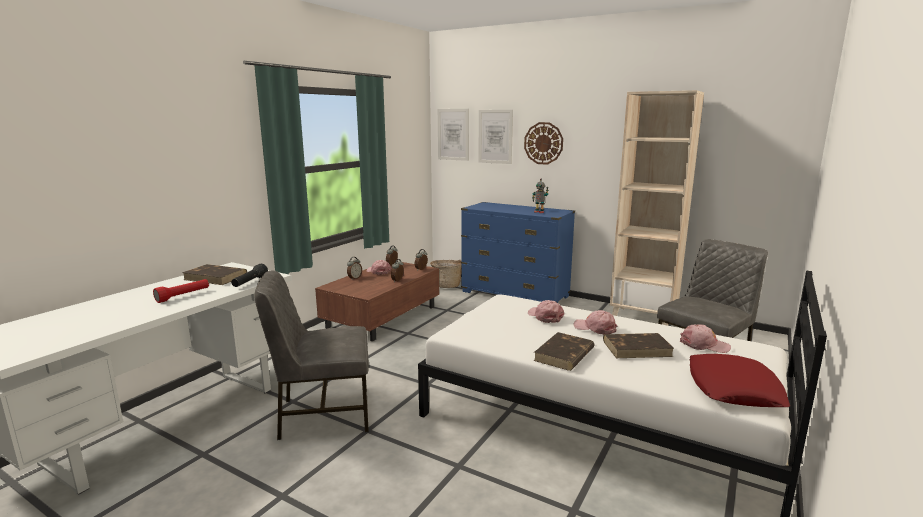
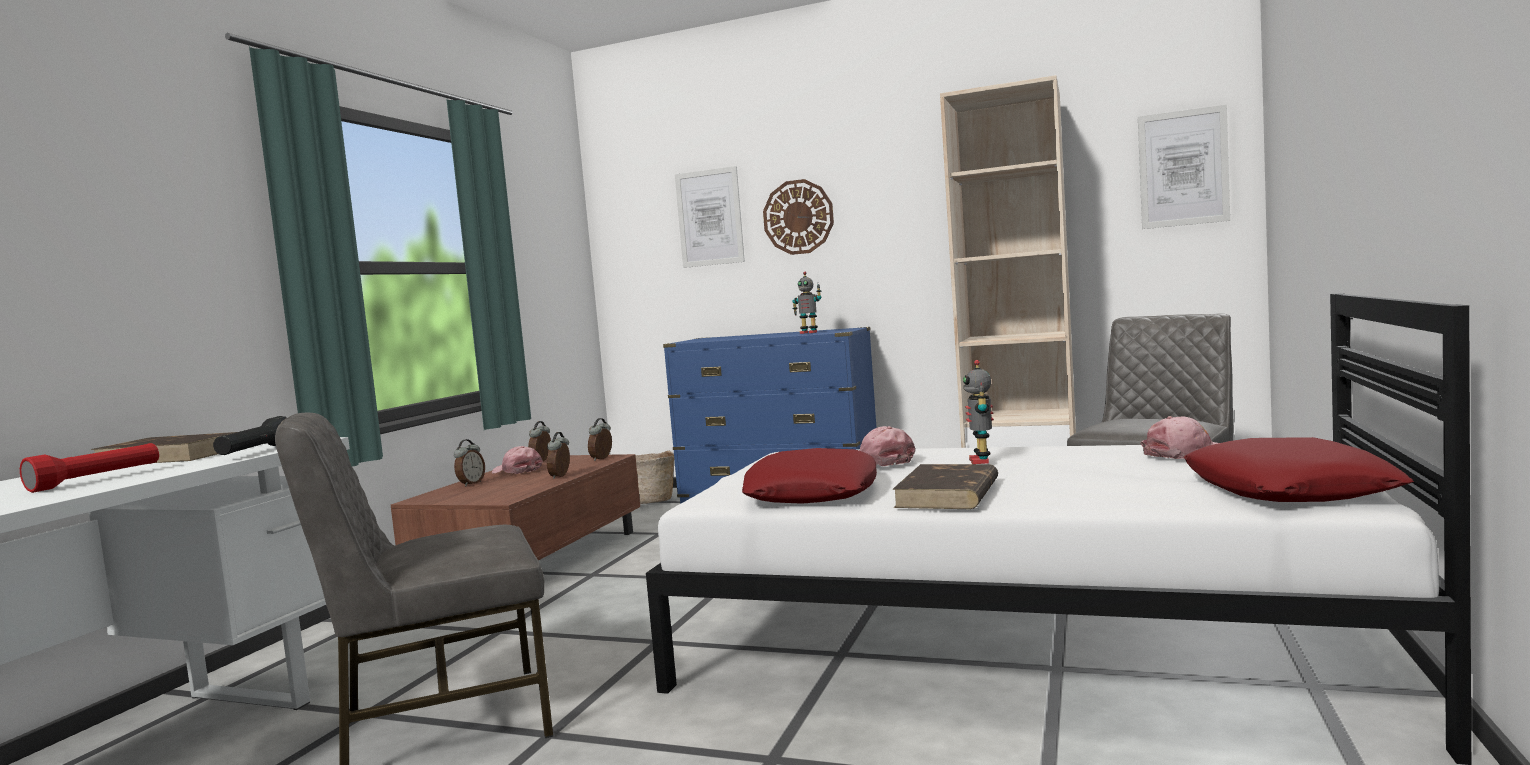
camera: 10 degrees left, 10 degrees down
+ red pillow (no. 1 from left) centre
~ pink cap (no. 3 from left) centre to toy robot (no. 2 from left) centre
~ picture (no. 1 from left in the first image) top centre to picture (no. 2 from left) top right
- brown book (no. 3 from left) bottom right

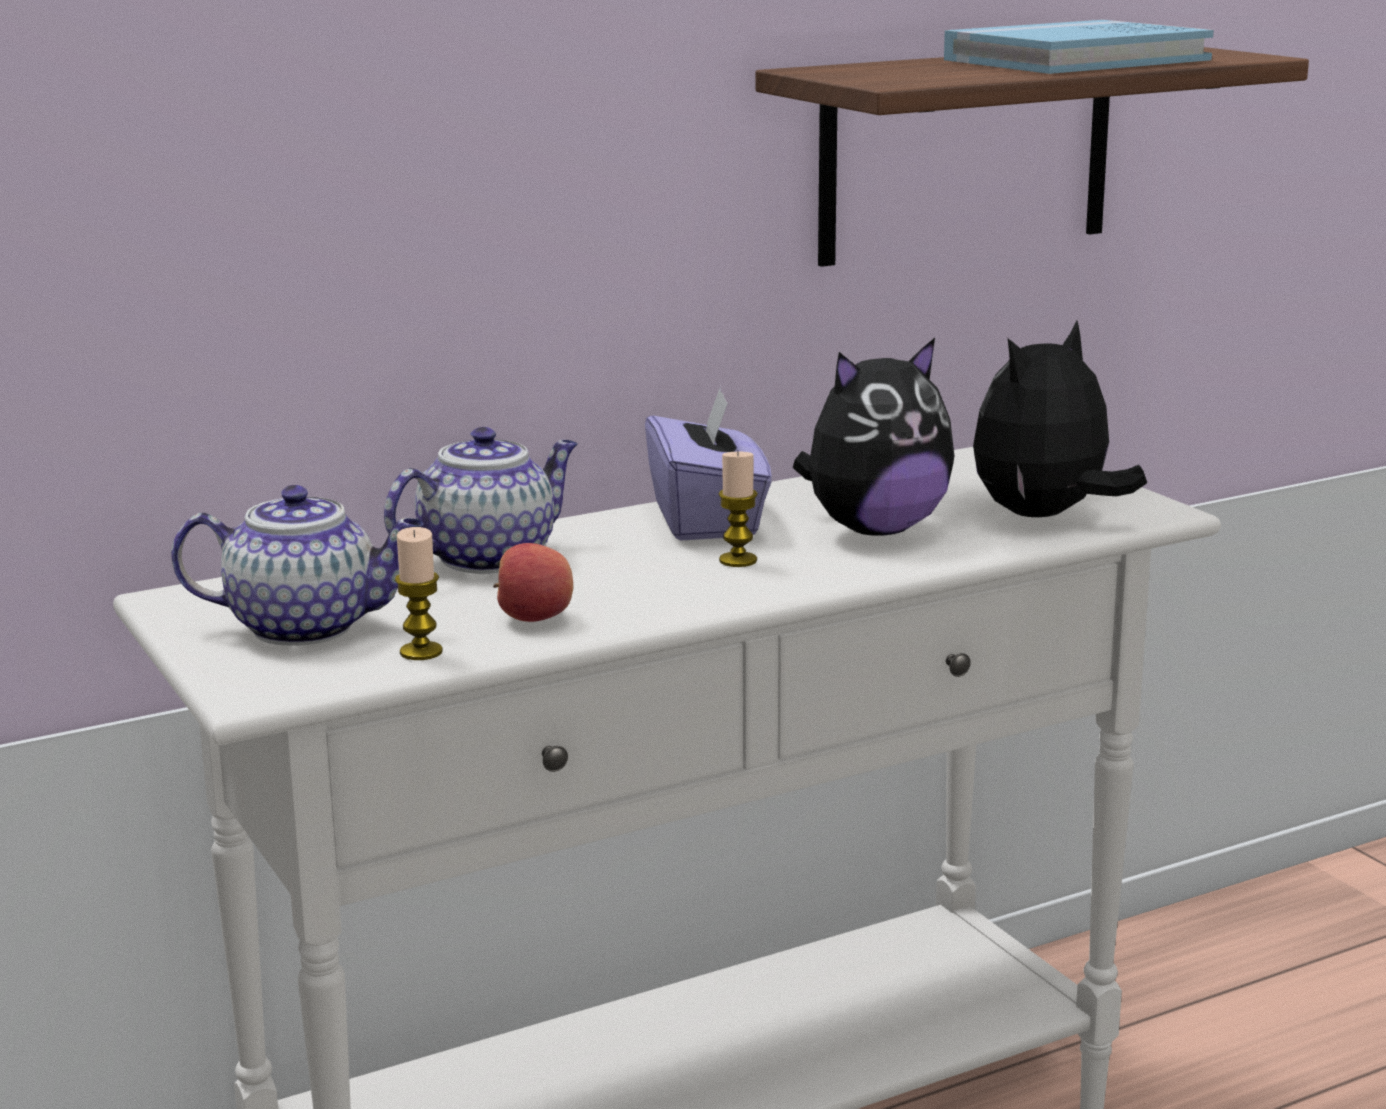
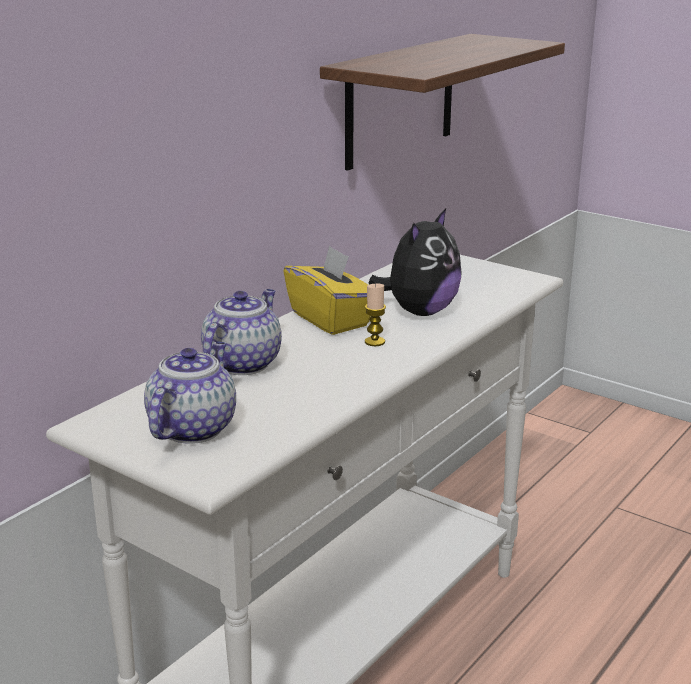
camera: 25 degrees left, 5 degrees up
~ teapot (no. 1 from left) middle left = middle left 45 degrees counterclockwise
~ purple tissue box centre to yellow tissue box centre
- candle (no. 1 from left) middle left
- apple centre
- blue book top right
- plush toy (no. 2 from left) middle right

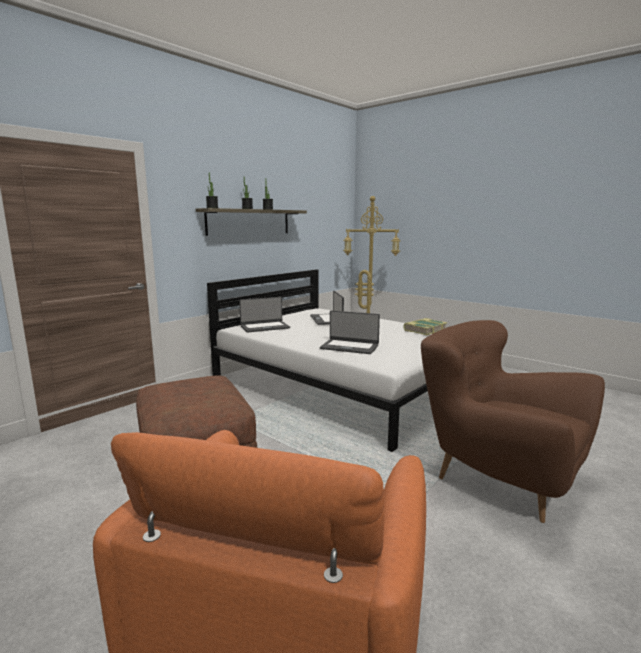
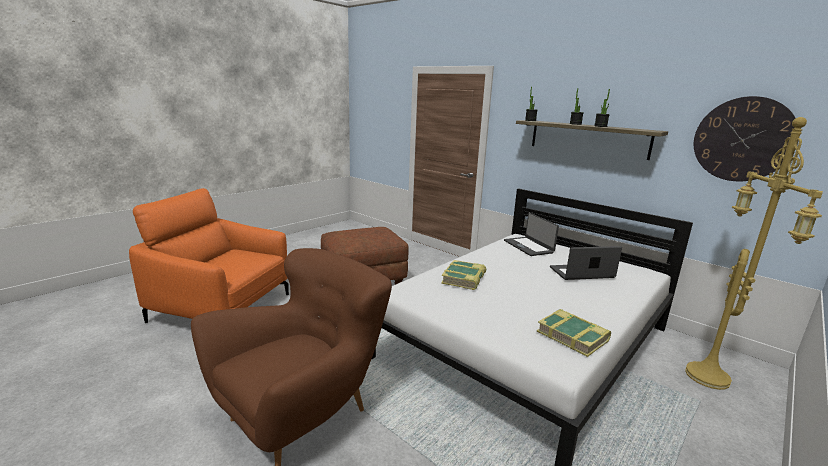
camera: 90 degrees right, 5 degrees up
~ laptop (no. 3 from left) centre to book (no. 1 from left) centre
+ wall clock top right

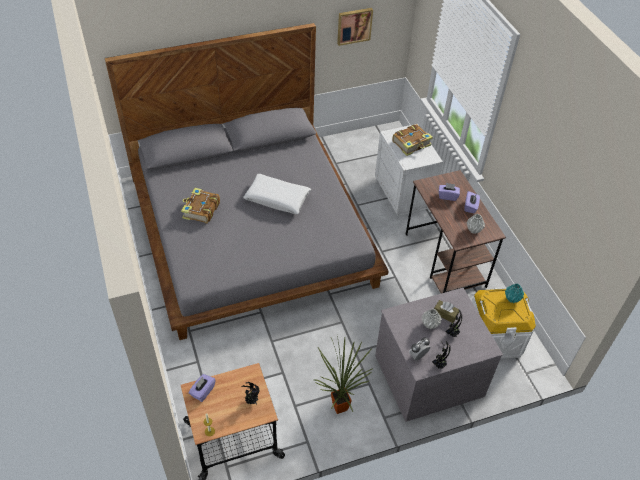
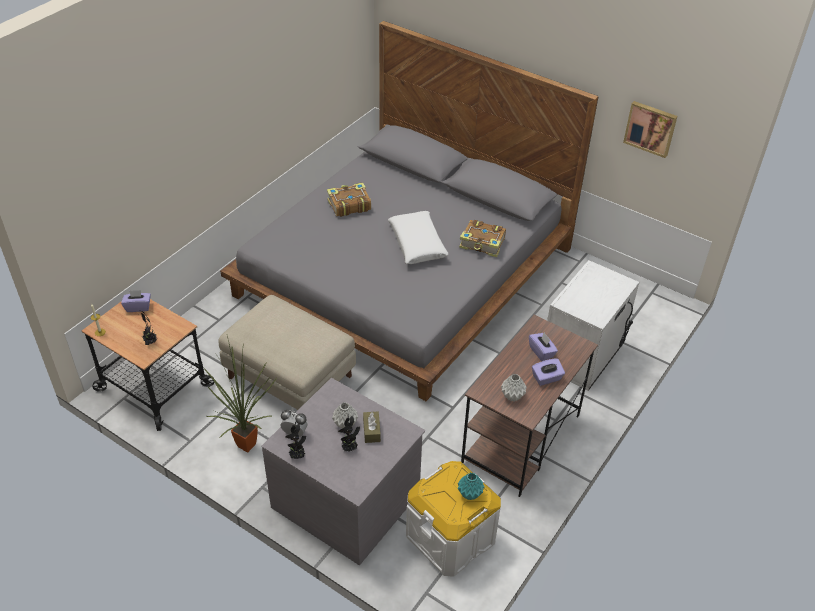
camera: 55 degrees right, 5 degrees down
+ beige ottoman centre
~ book (no. 2 from left) top centre to centre

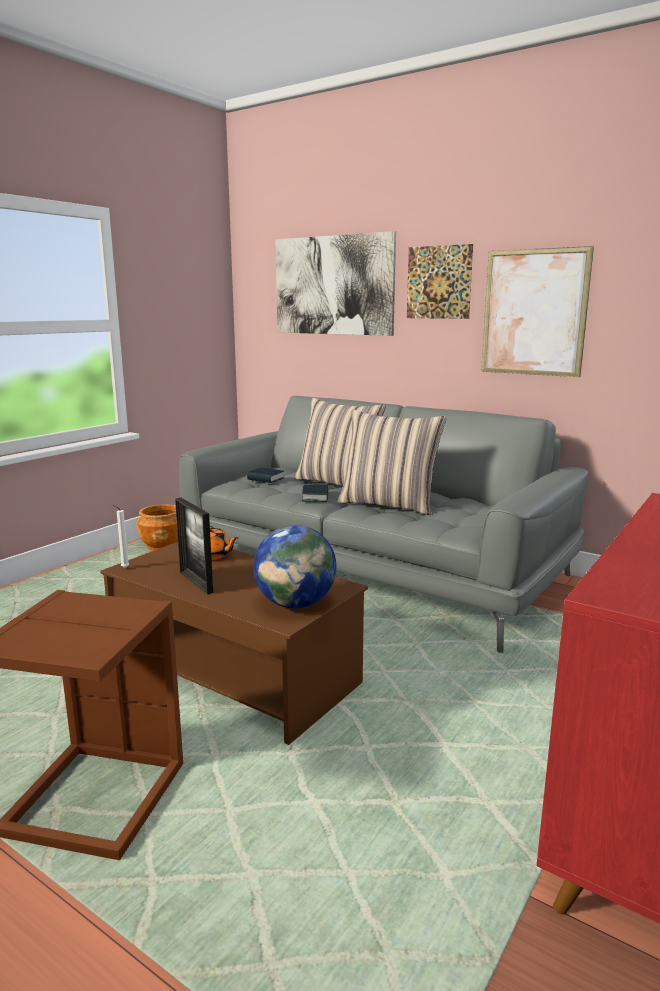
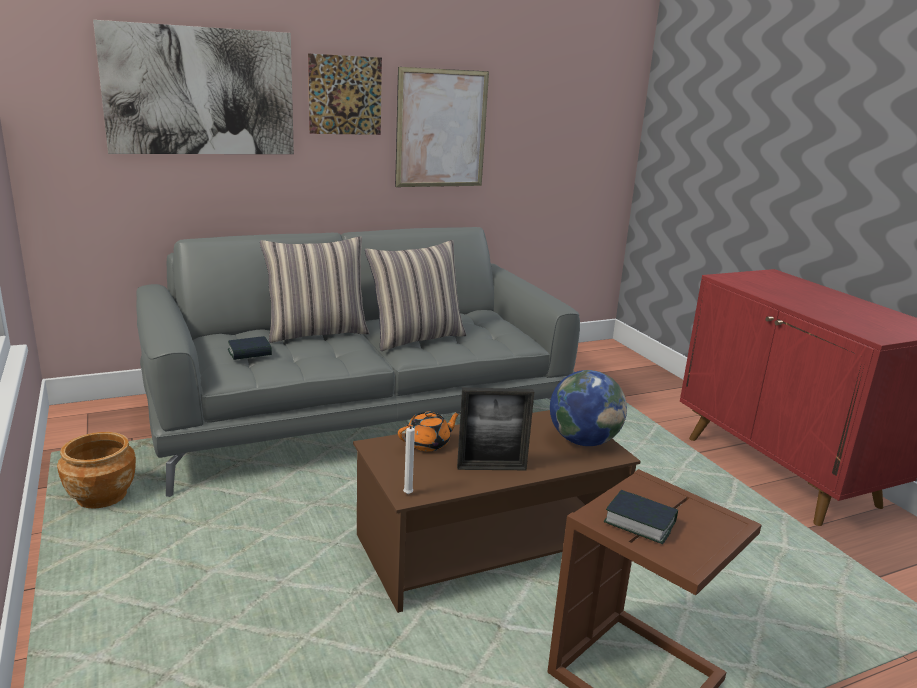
camera: 60 degrees left, 5 degrees up
~ book (no. 2 from left) centre to bottom right

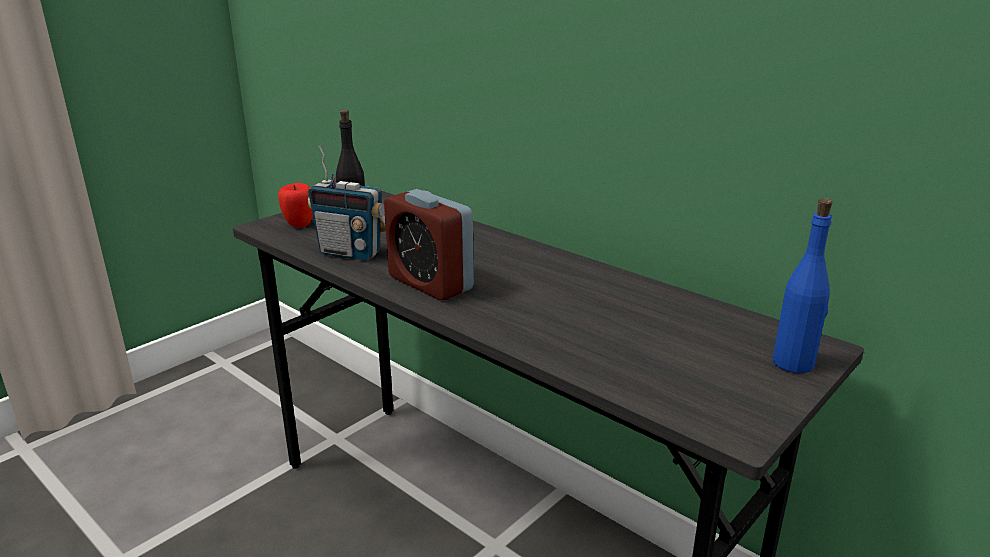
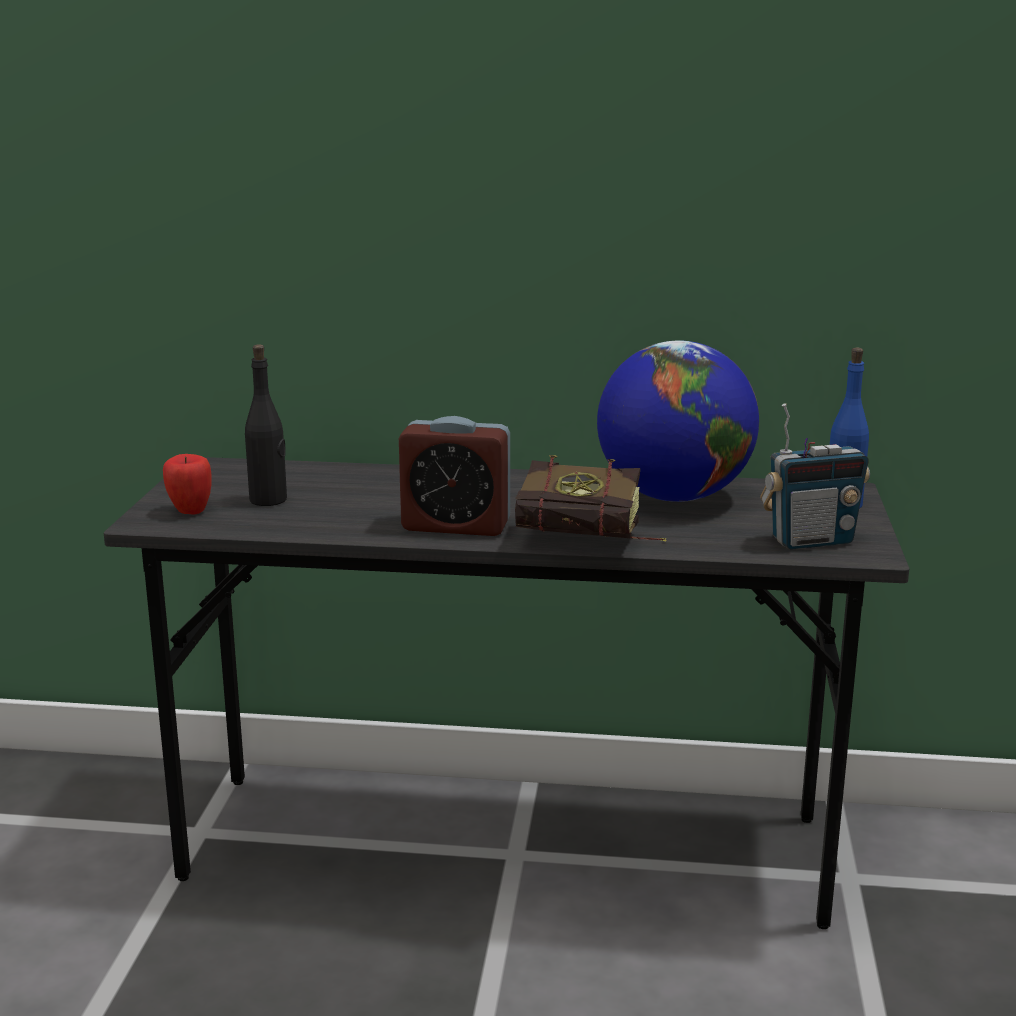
camera: 35 degrees left, 5 degrees down
+ book centre
+ globe middle right
~ radio centre to middle right

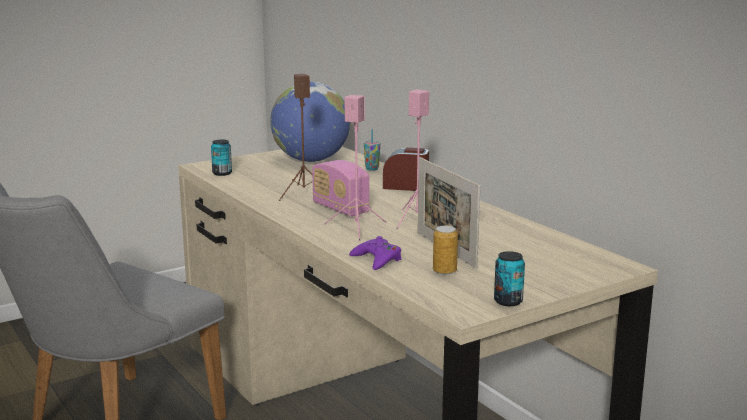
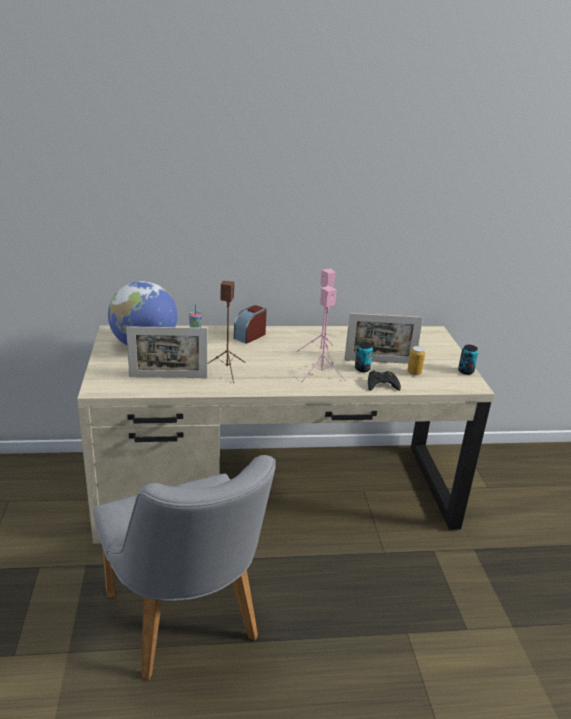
camera: 65 degrees left, 10 degrees up
+ picture frame (no. 1 from left) middle left
~ can (no. 1 from left) middle left to centre
~ purple game controller centre to black game controller middle right
- radio centre

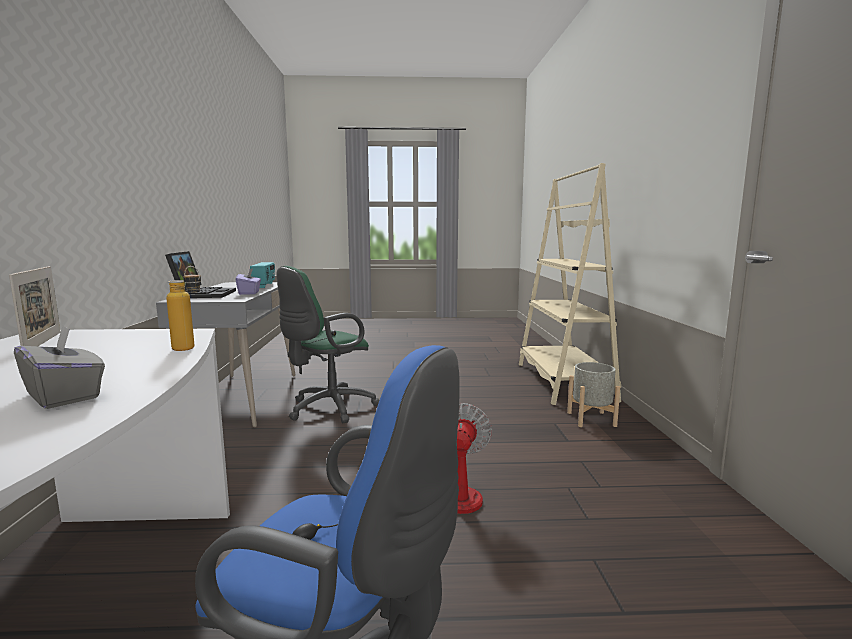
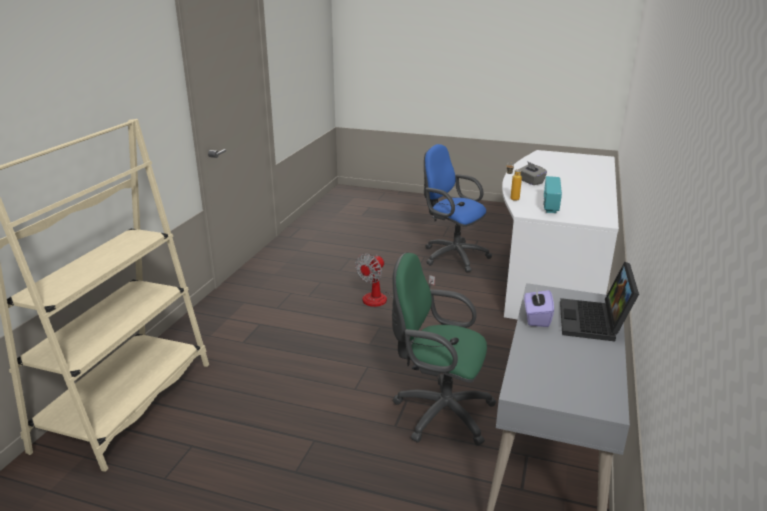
camera: 160 degrees left, 15 degrees up
~ green office chair centre = bottom centre 135 degrees counterclockwise
~ radio middle left to middle right
- picture frame middle left
- grey planter middle right

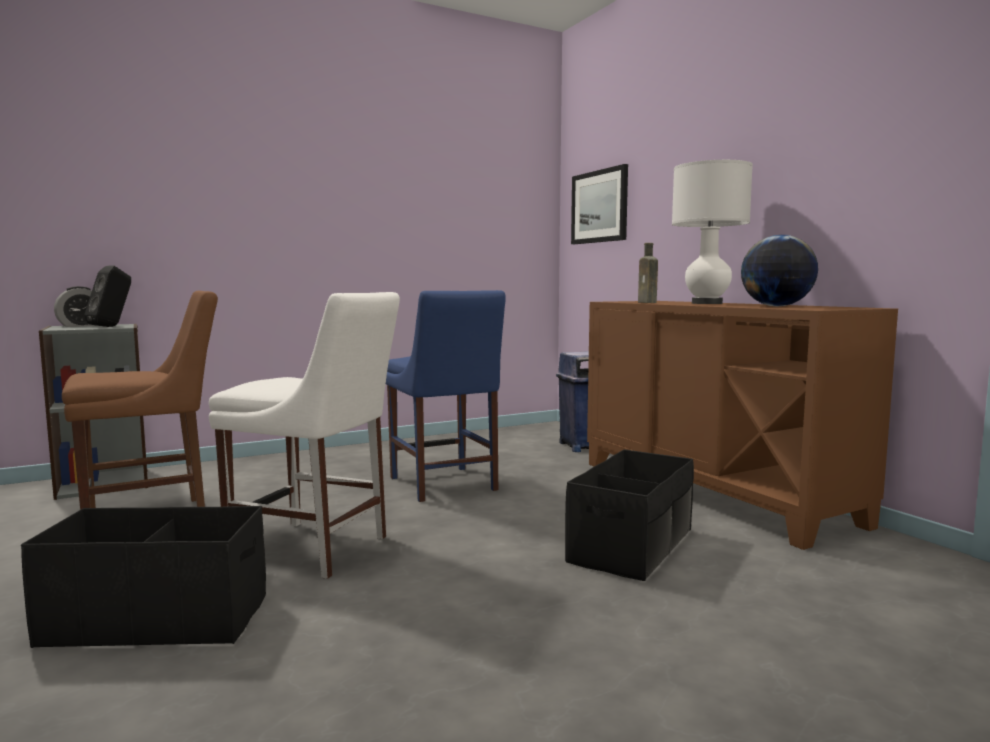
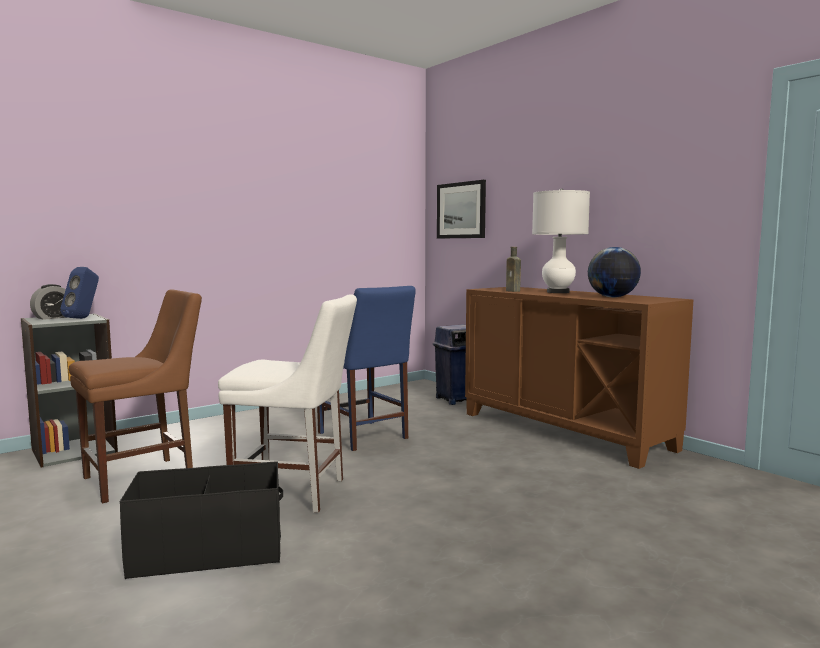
camera: 10 degrees left, 0 degrees up
~ black speaker middle left to blue speaker middle left
- black storage box (no. 2 from left) bottom centre

